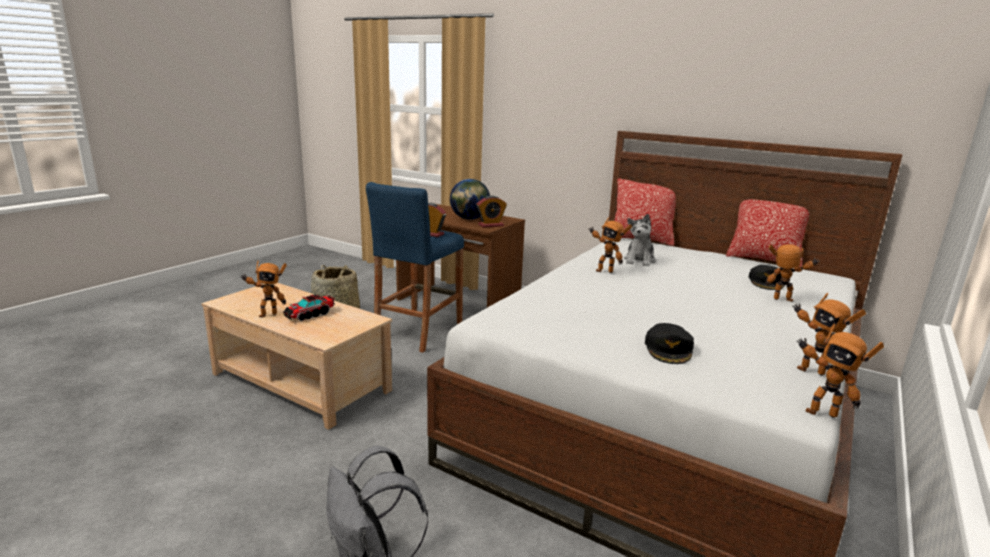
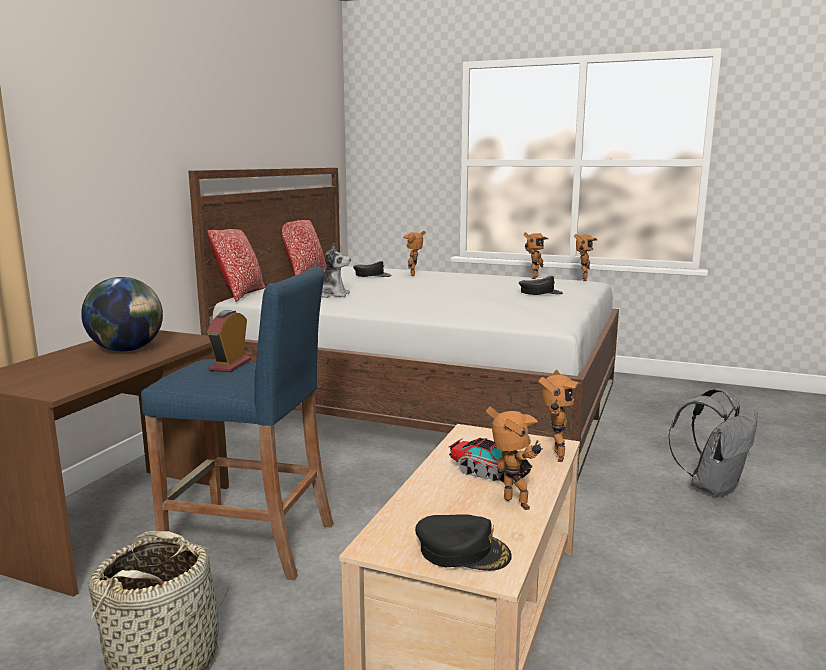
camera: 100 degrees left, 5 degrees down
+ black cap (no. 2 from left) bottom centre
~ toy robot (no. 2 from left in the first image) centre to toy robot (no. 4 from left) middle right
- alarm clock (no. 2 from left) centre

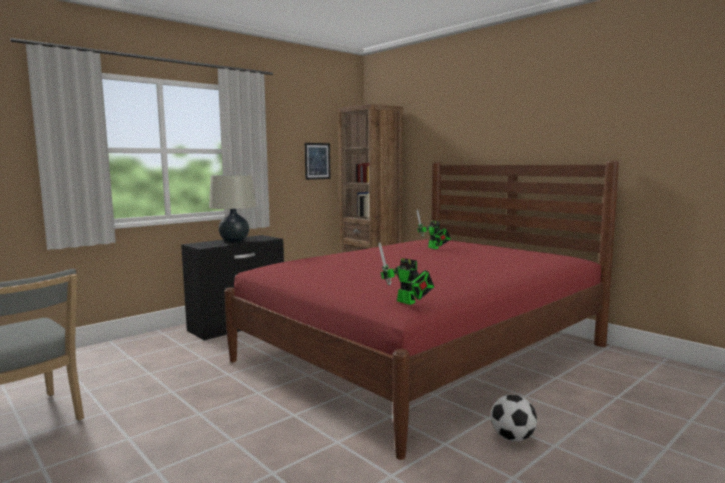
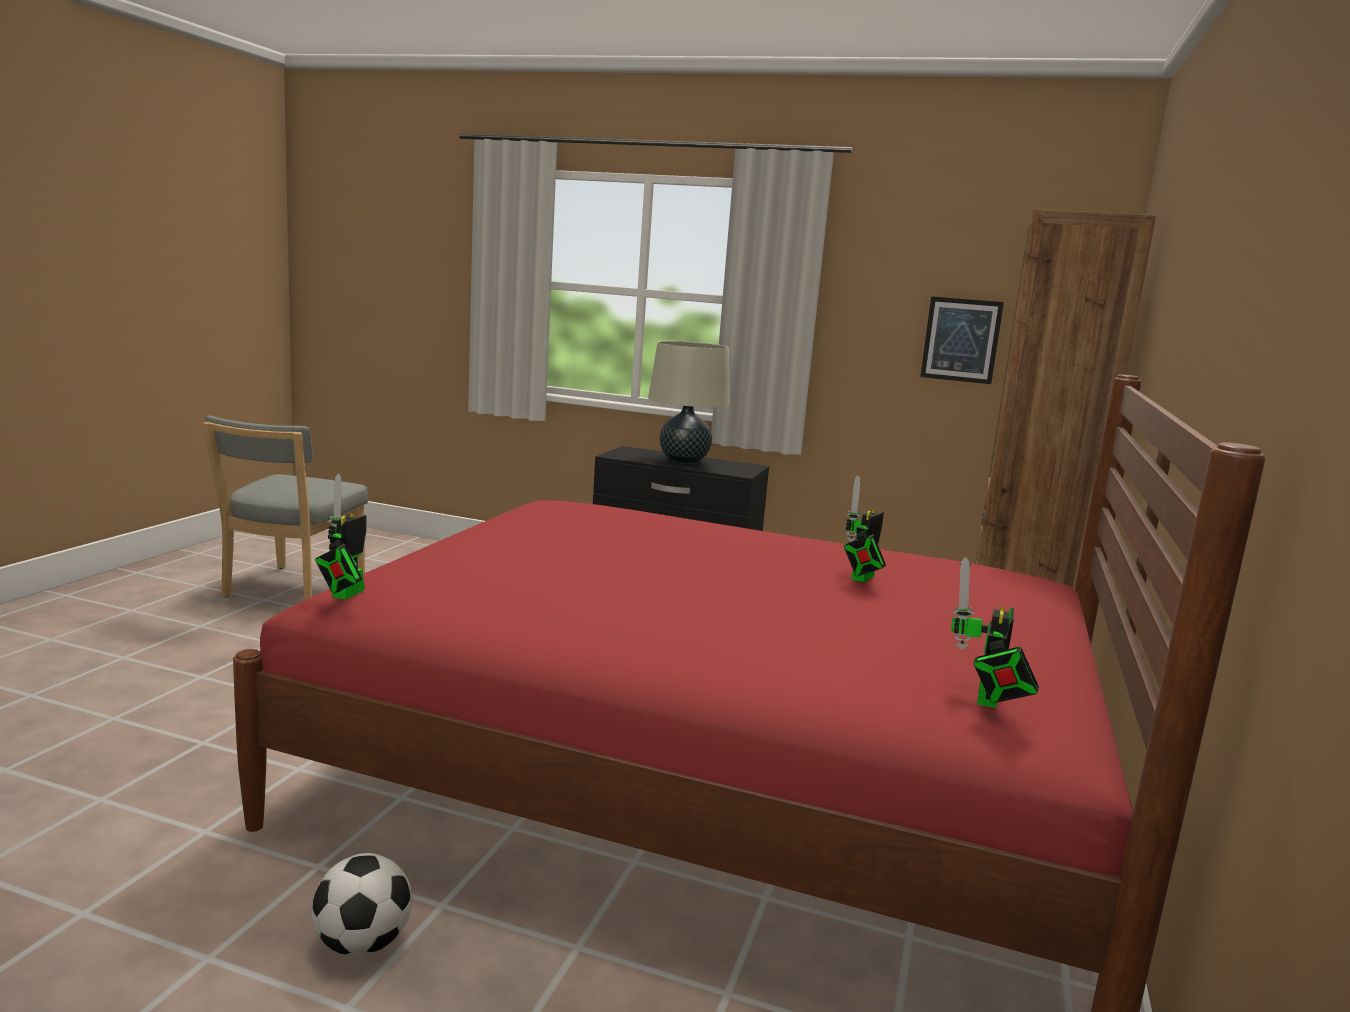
camera: 60 degrees right, 5 degrees up
+ toy robot (no. 3 from left) middle right

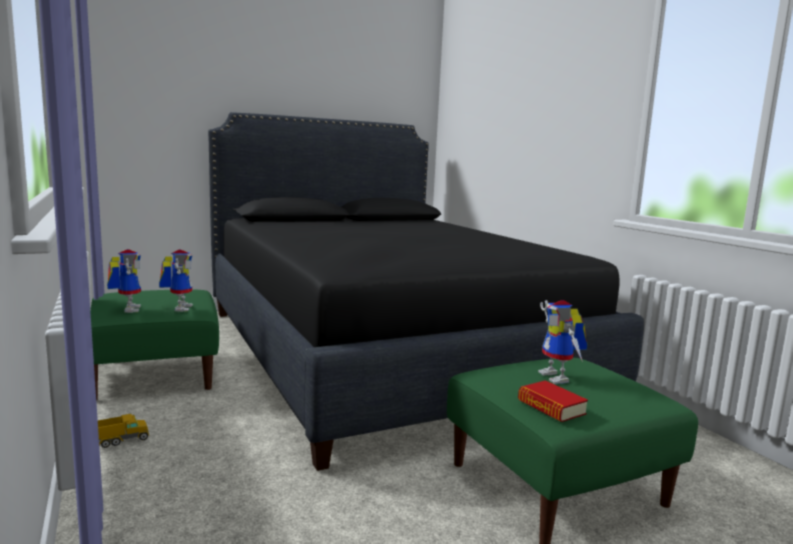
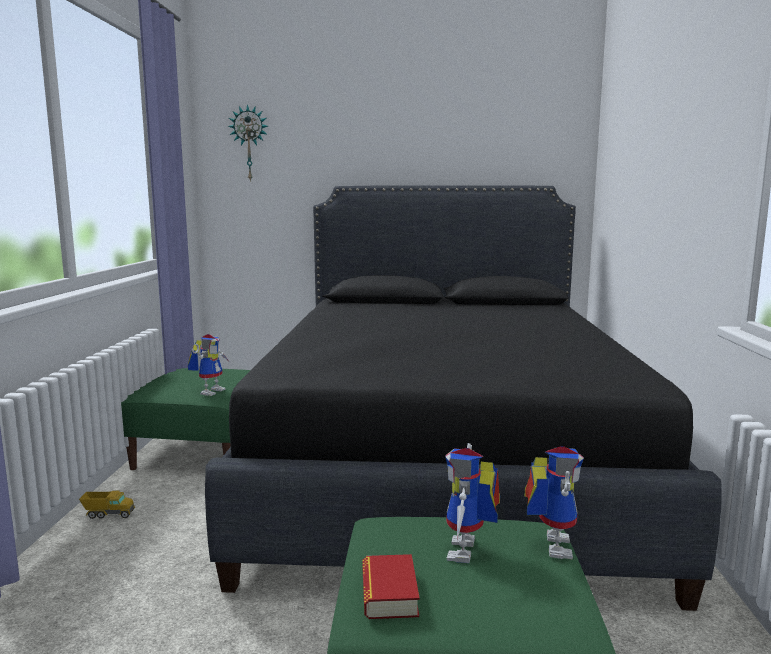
camera: 30 degrees right, 0 degrees up
+ wall clock top left
~ toy robot (no. 1 from left in the first image) middle left to toy robot (no. 3 from left) bottom right

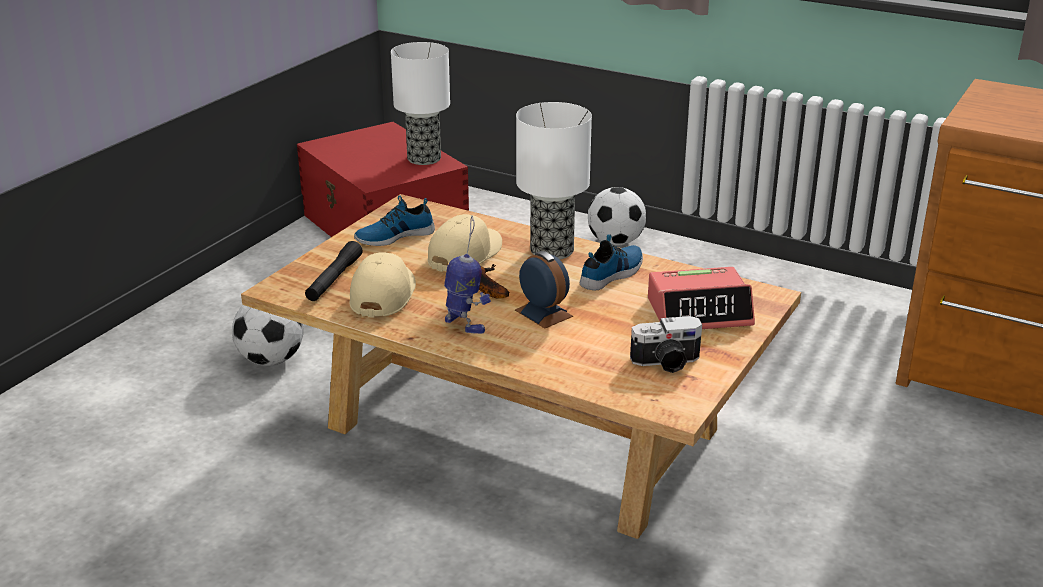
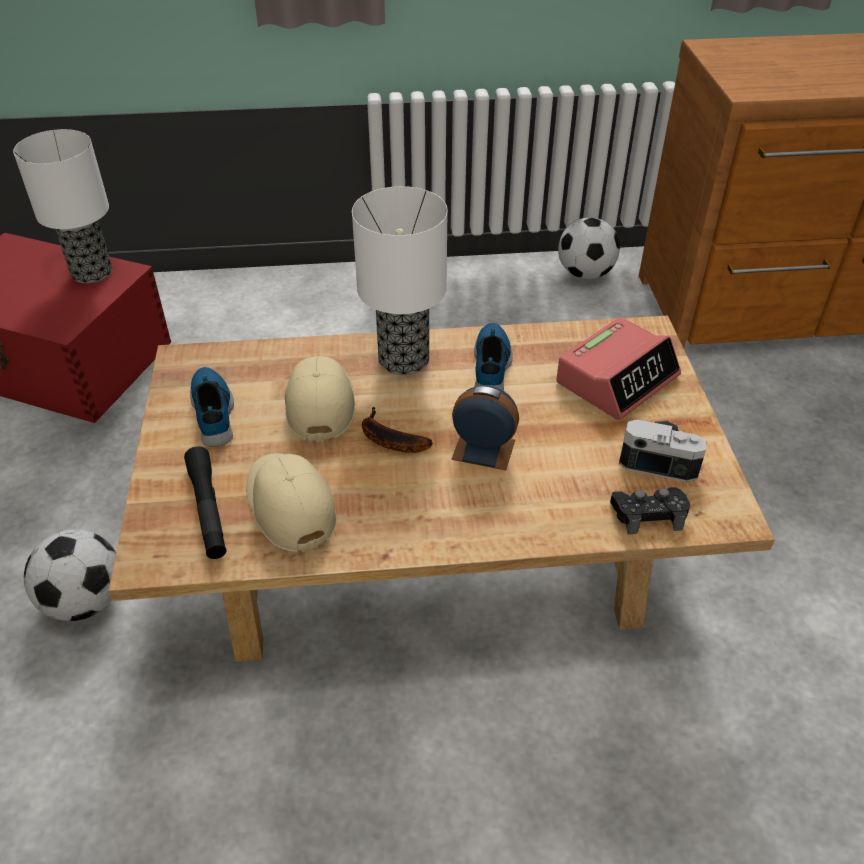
camera: 35 degrees left, 15 degrees up
~ shoe (no. 1 from left) centre = middle left 135 degrees clockwise
~ football (no. 2 from left) centre to top right
+ black game controller middle right
~ photo camera centre = middle right 120 degrees counterclockwise
- toy robot centre

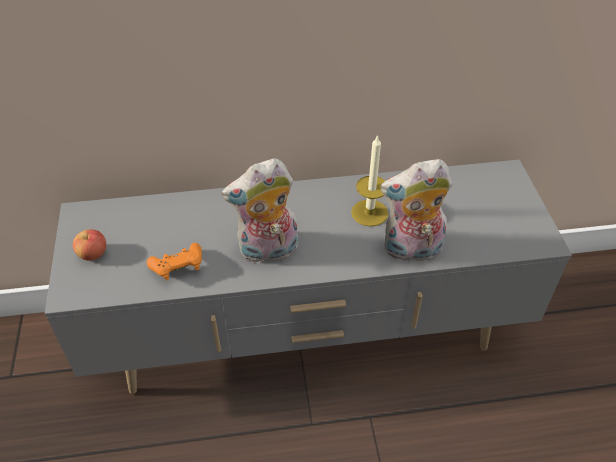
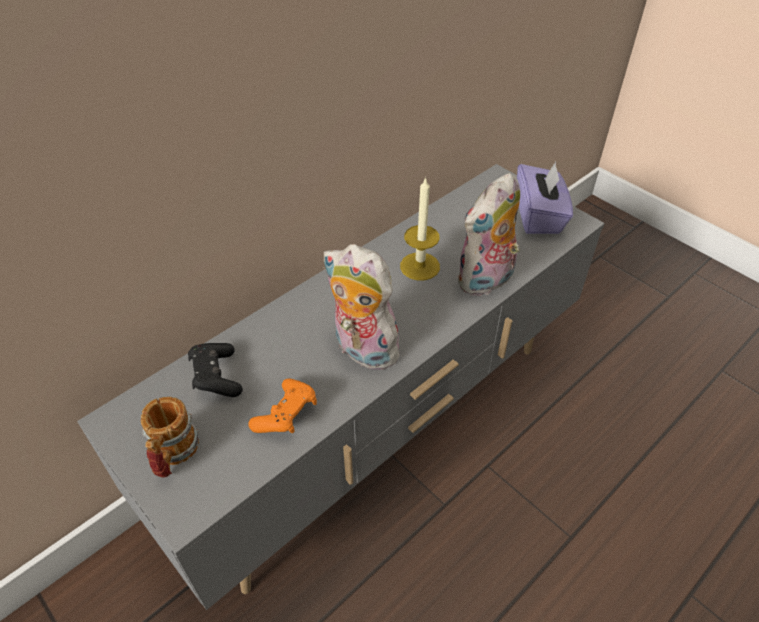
camera: 35 degrees left, 0 degrees up
~ apple middle left to mug bottom left
+ black game controller middle left
~ plush toy (no. 1 from left) centre = centre 90 degrees clockwise
+ purple tissue box top right

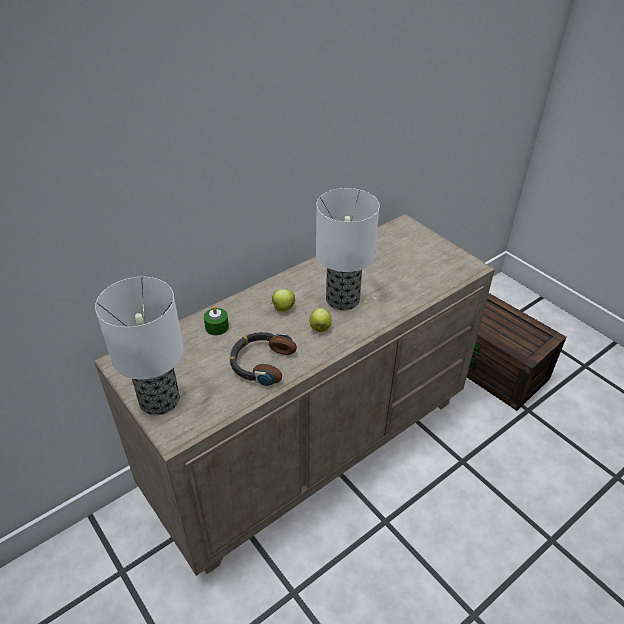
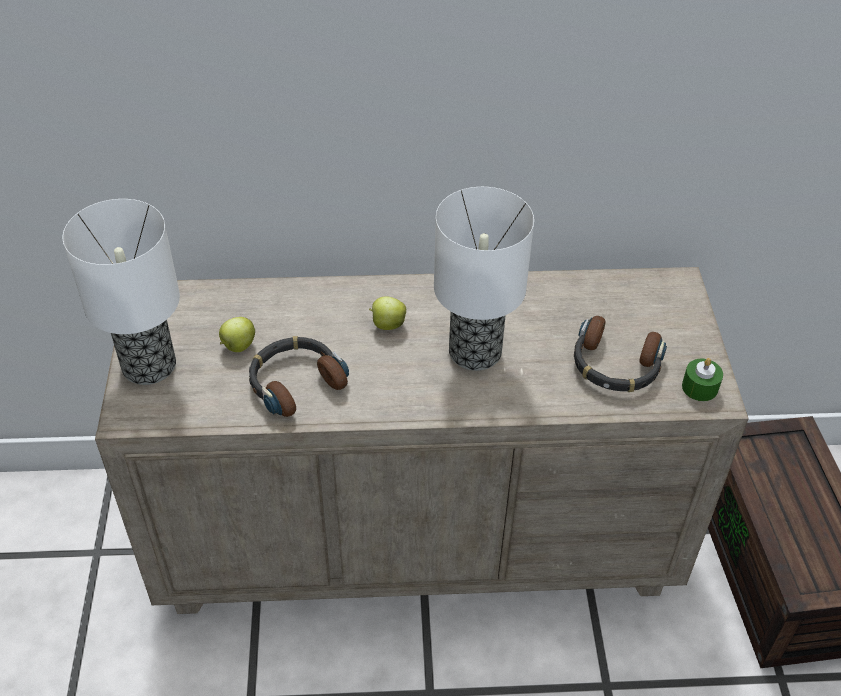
camera: 35 degrees right, 5 degrees up
~ apple (no. 2 from left in the first image) centre to apple (no. 1 from left) middle left
+ headphones (no. 2 from left) middle right
~ green candle centre to middle right

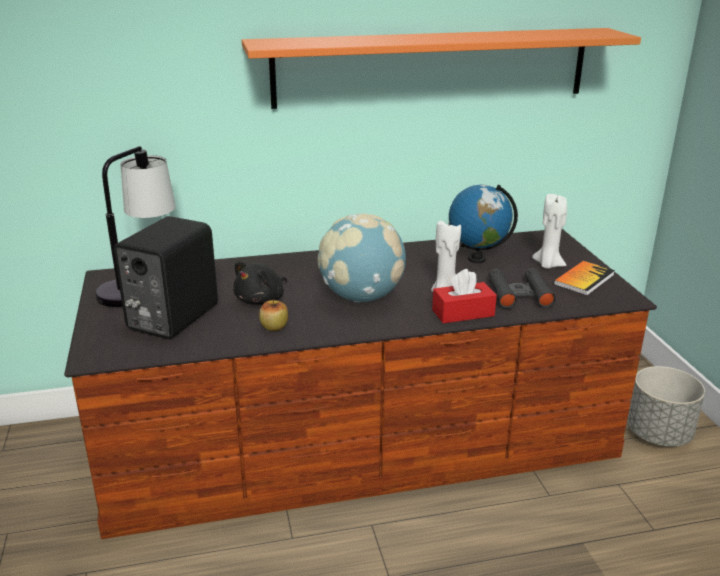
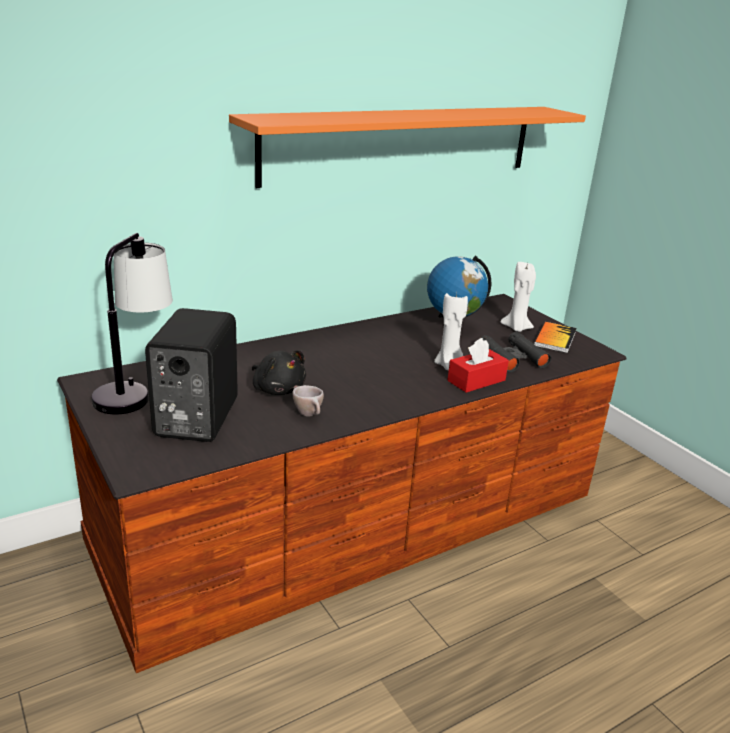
camera: 20 degrees left, 0 degrees up
~ black plush toy centre = centre 60 degrees counterclockwise
~ apple centre to beige cup centre
- globe (no. 1 from left) centre
- grey planter bottom right

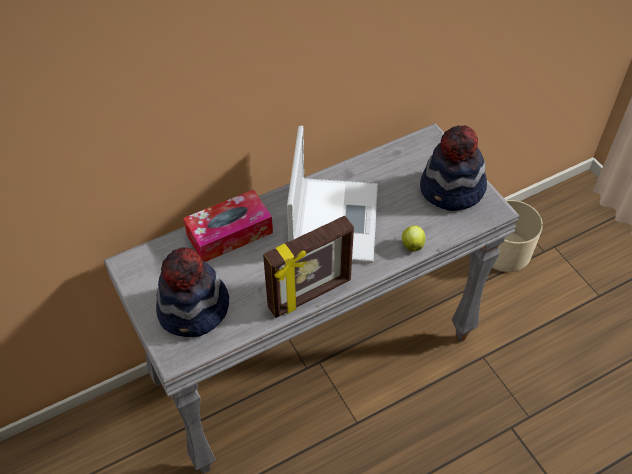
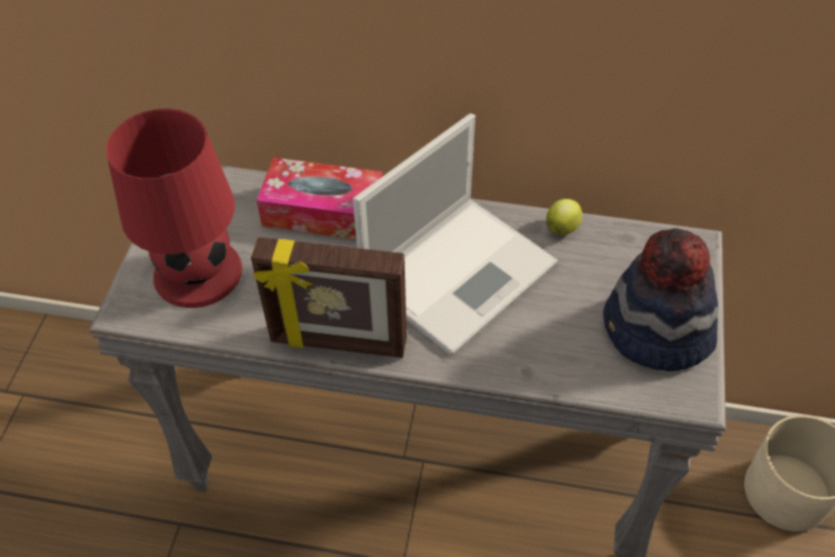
camera: 40 degrees right, 0 degrees up
~ hat (no. 1 from left) middle left to red table lamp middle left
~ apple centre to middle right

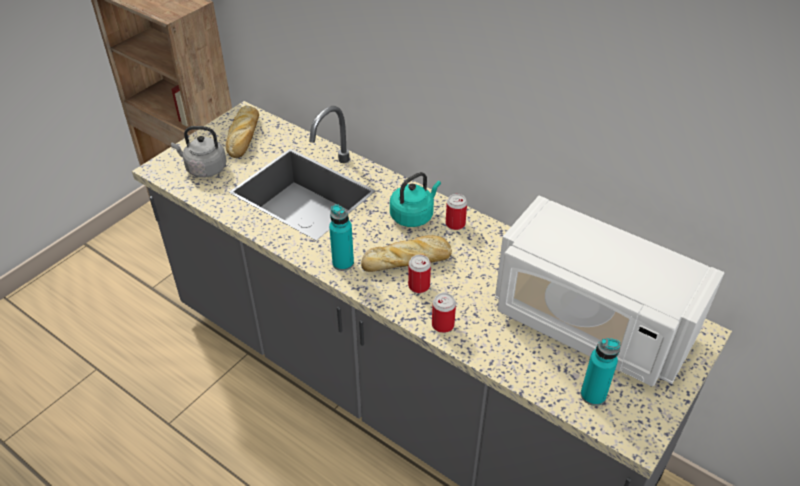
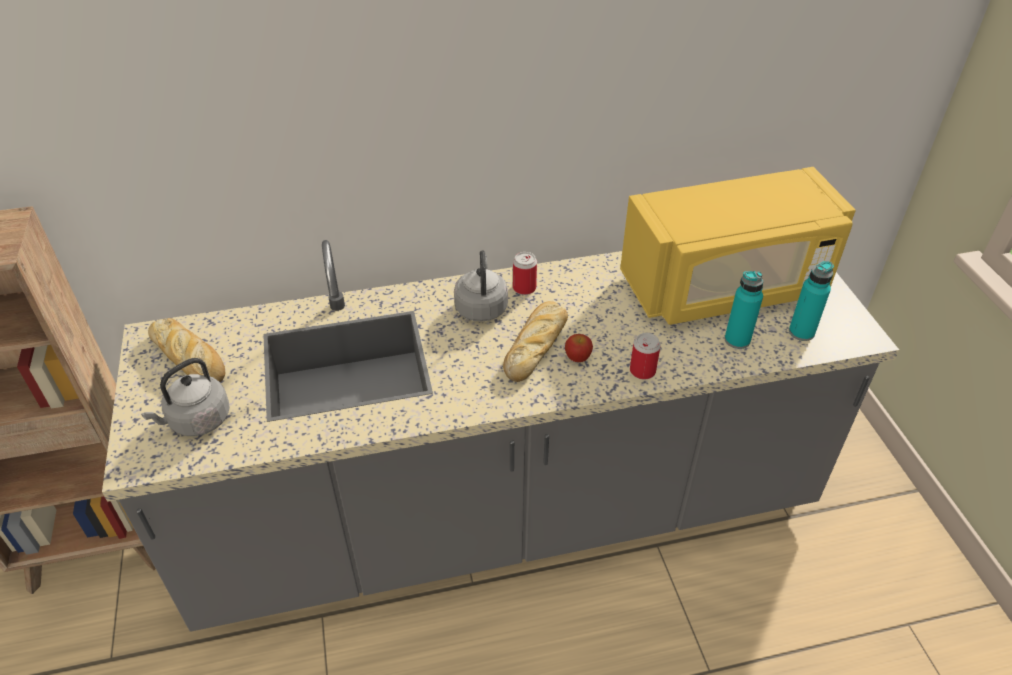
camera: 50 degrees left, 0 degrees up
~ turquoise kettle centre to grey kettle (no. 2 from left) centre
~ can (no. 1 from left) centre to apple centre
~ white microwave middle right to yellow microwave middle right
~ turquoise bottle (no. 1 from left) centre to middle right

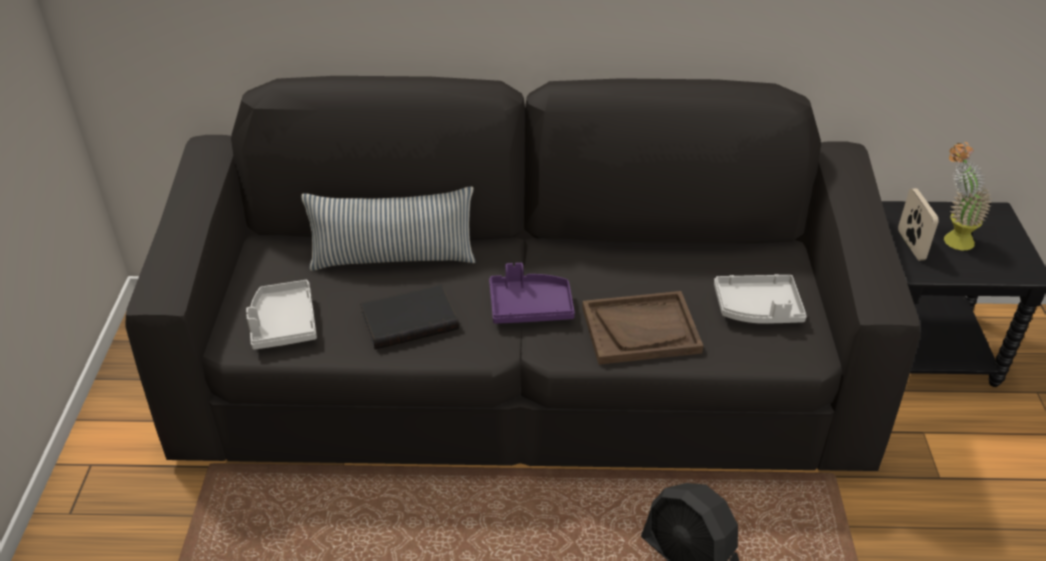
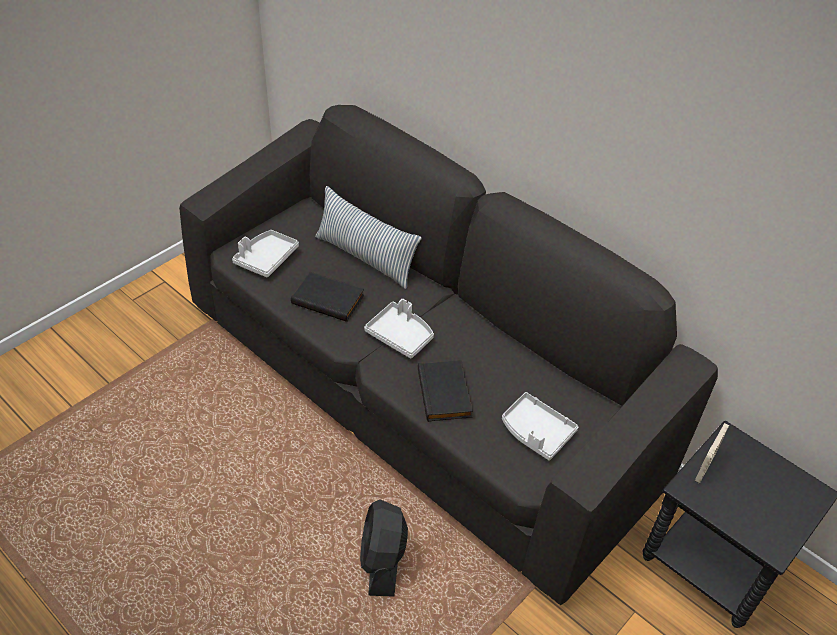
camera: 40 degrees right, 5 degrees up
~ purple tray centre to grey tray (no. 2 from left) centre
~ brown tray centre to black book (no. 2 from left) centre
- potted plant middle right

